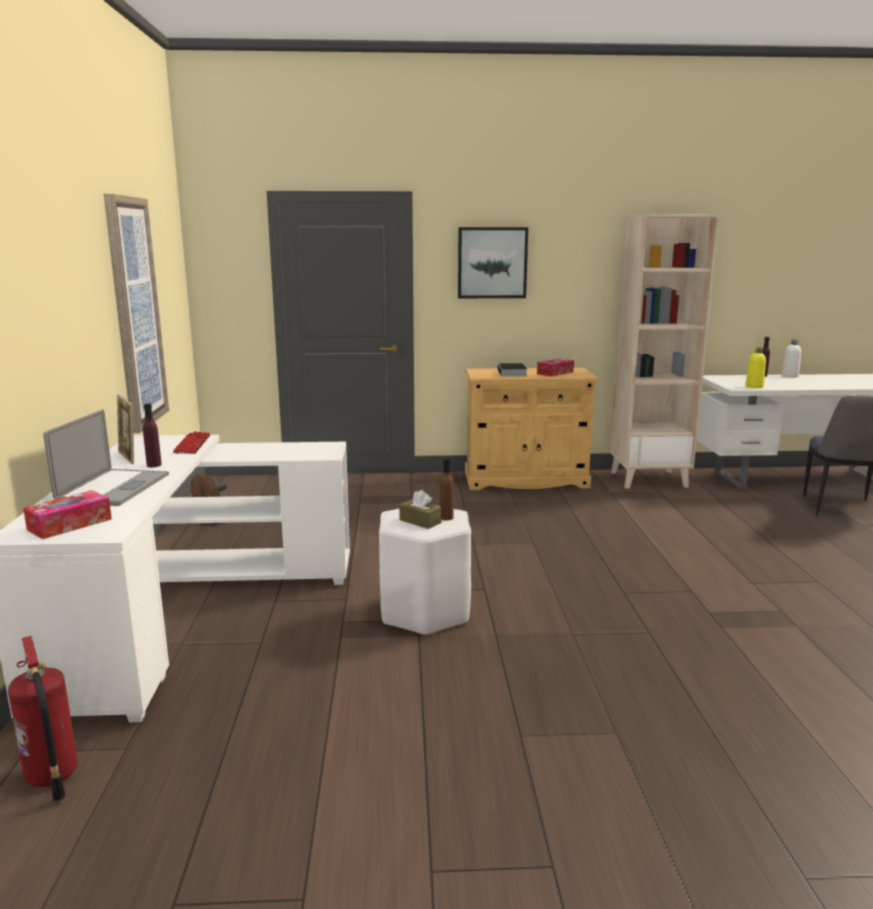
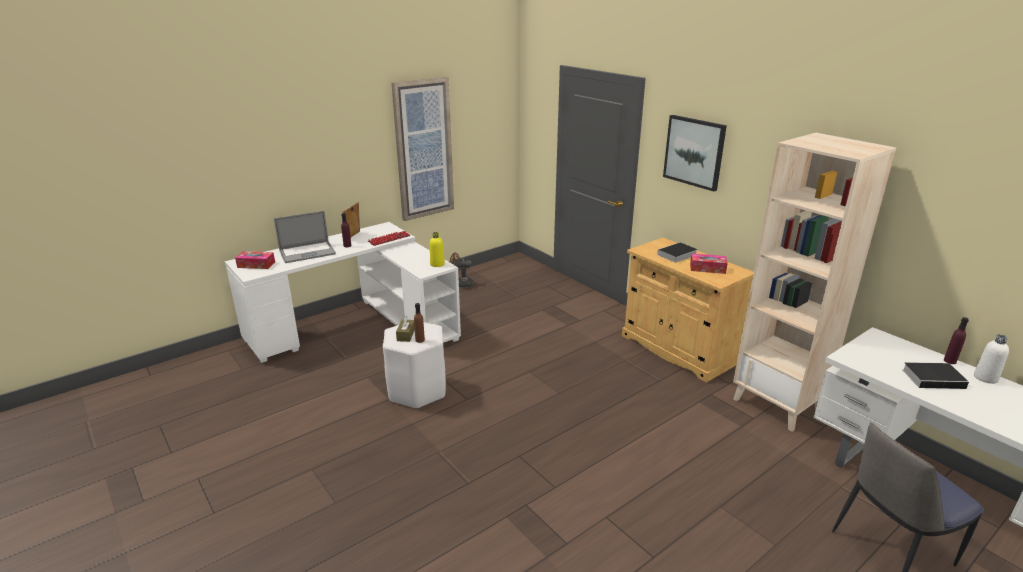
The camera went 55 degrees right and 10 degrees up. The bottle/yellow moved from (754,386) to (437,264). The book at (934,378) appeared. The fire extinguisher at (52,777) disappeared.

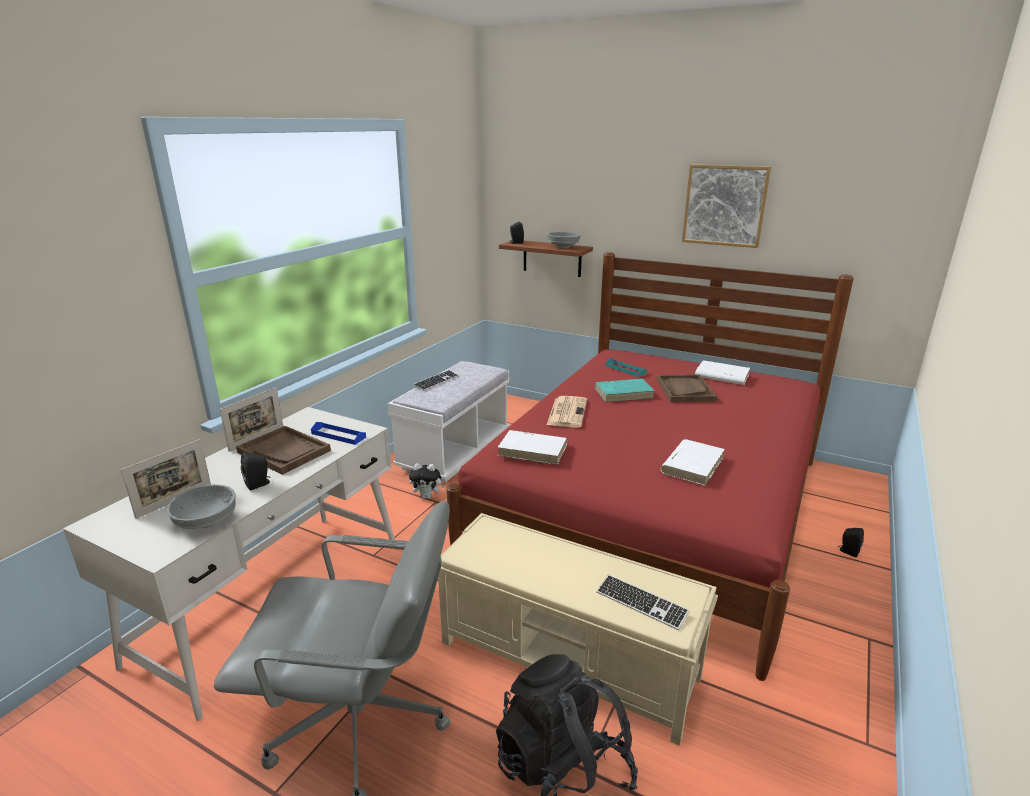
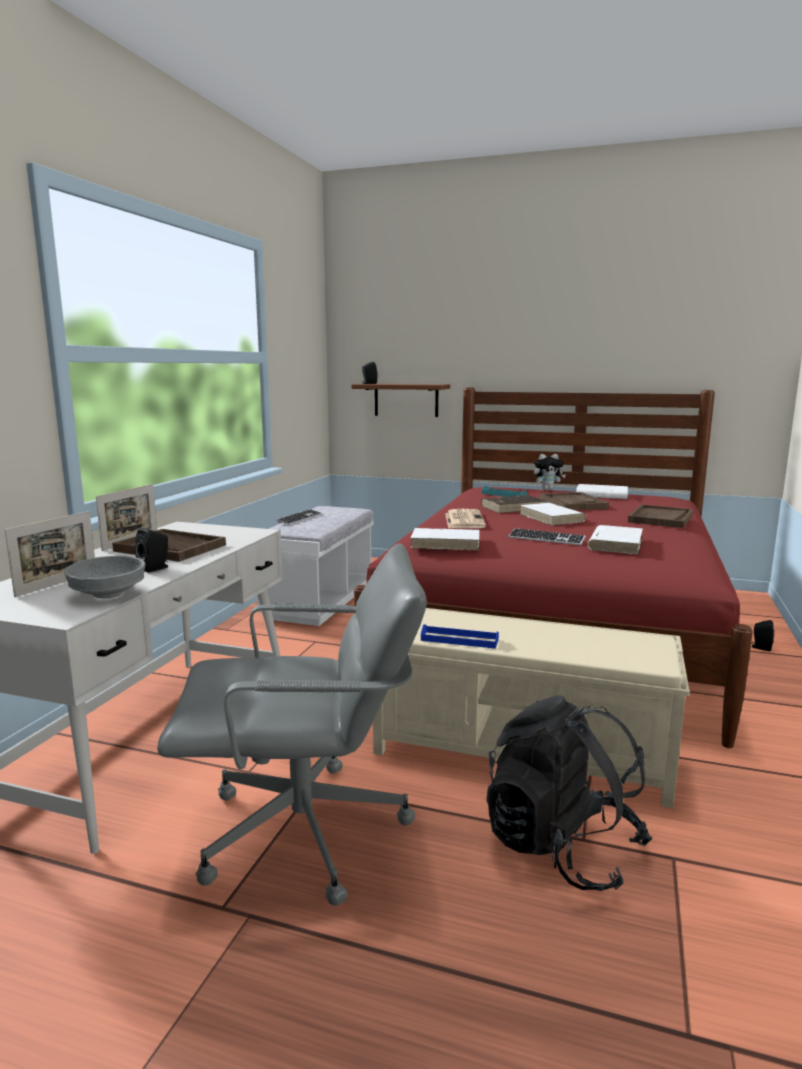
The camera went 10 degrees left and 10 degrees down. The tray/blue moved from (338,435) to (459,640). The book/turquoise at (624,393) became the book/brown at (513,507). The keyboard moved from (641,603) to (546,539). The book/white at (552,518) appeared. The plush toy moved from (427,497) to (547,489). The tray/brown at (660,518) appeared. The bowl/grey at (563,247) disappeared. The picture at (724,205) disappeared.

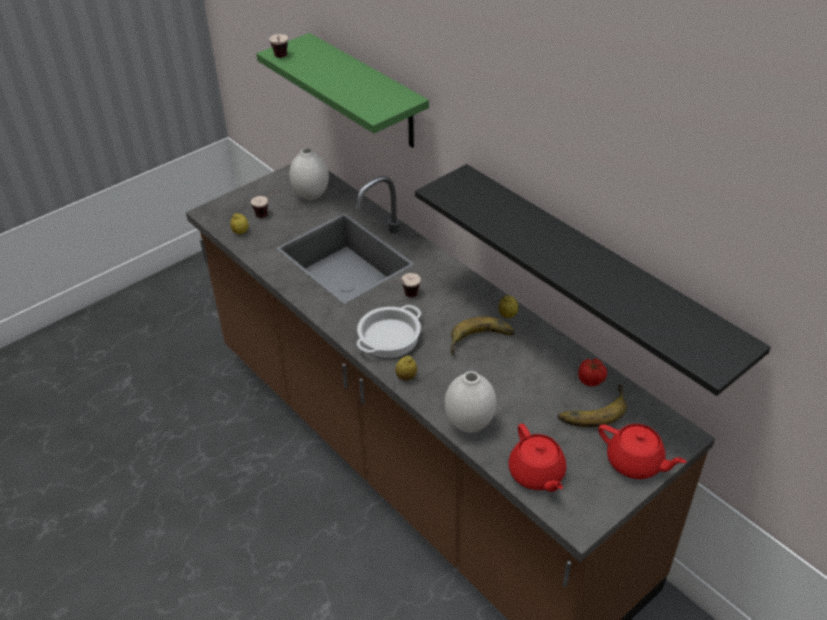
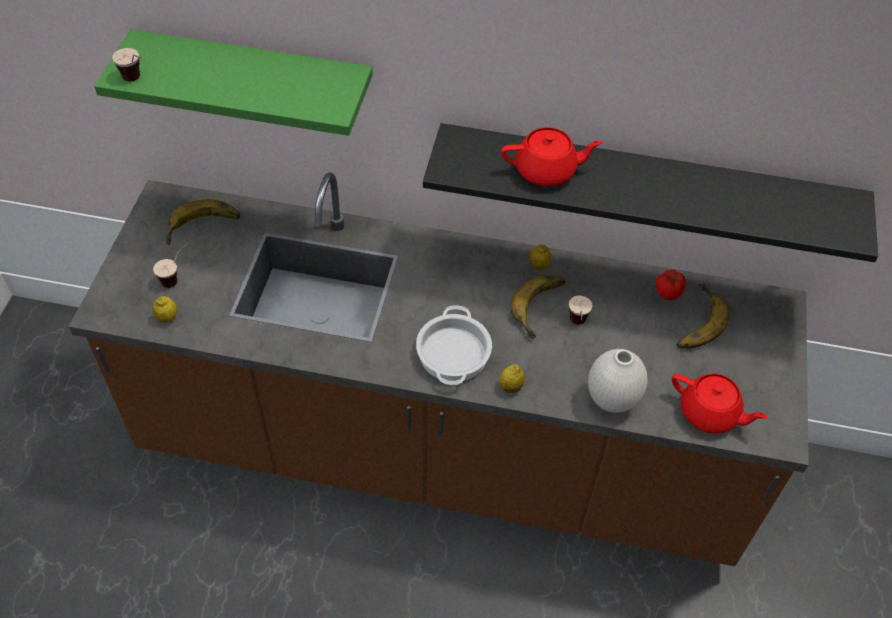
The camera went 40 degrees left and 10 degrees up. The vase/white at (311,195) was replaced by the banana at (203,228). The teapot/red moved from (635,463) to (546,171). The cup moved from (405,297) to (577,326).

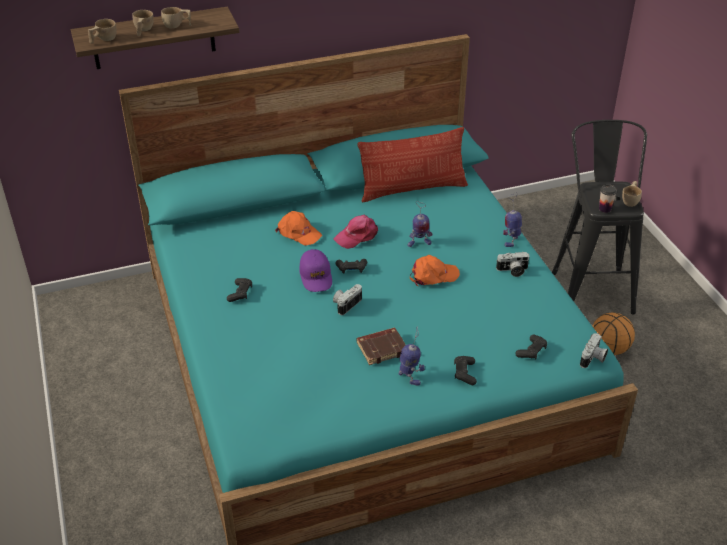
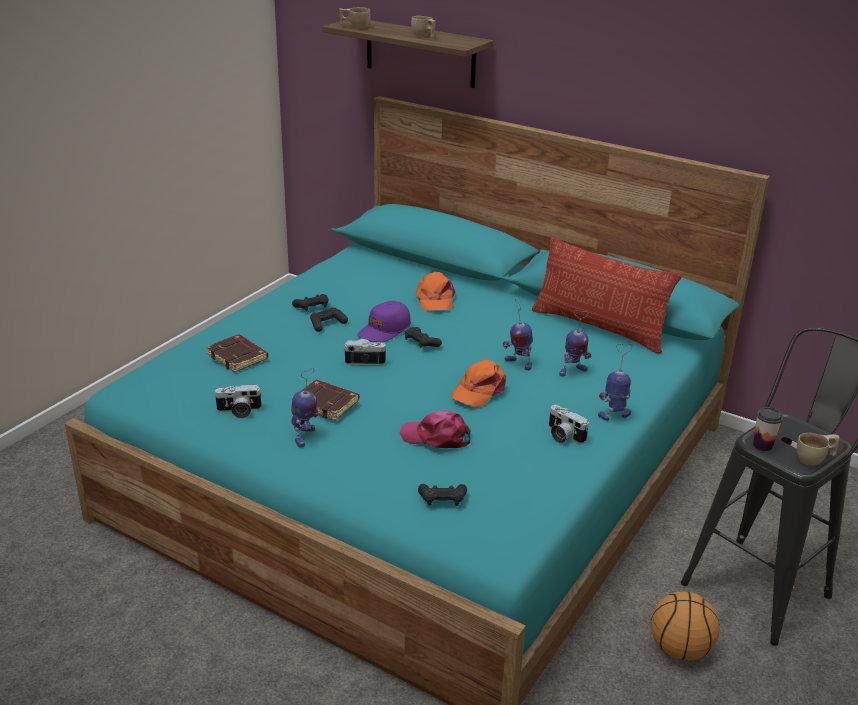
The camera went 50 degrees right and 10 degrees down. The book/brown at (238,357) appeared. The photo camera moved from (593,359) to (239,411). The game controller/black moved from (464,373) to (327,324). The cap/pink moved from (357,236) to (436,437). The cap/orange at (433,275) turned 90 degrees clockwise. The toy robot at (572,371) appeared. The cup/beige at (143,31) disappeared.

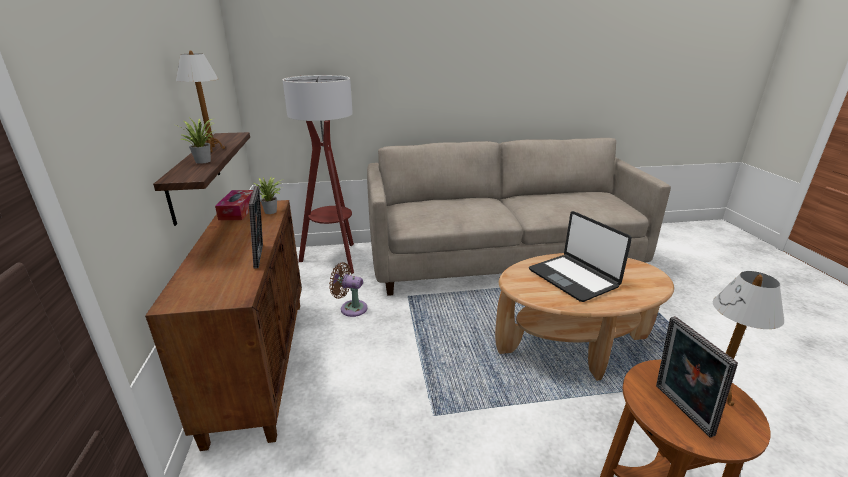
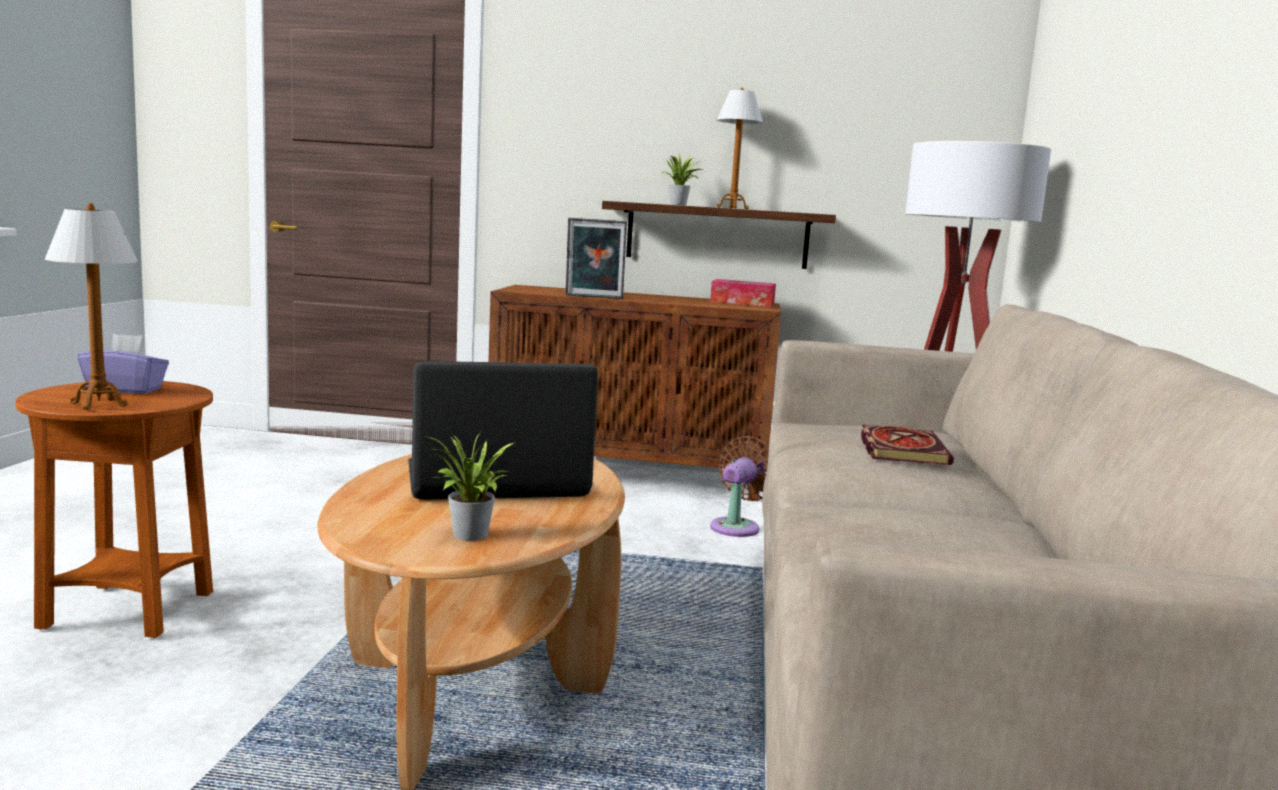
The camera went 105 degrees right and 15 degrees down. The picture frame at (679,410) was replaced by the tissue box/purple at (126,390). The potted plant moved from (272,211) to (468,536). The book at (900,449) appeared.

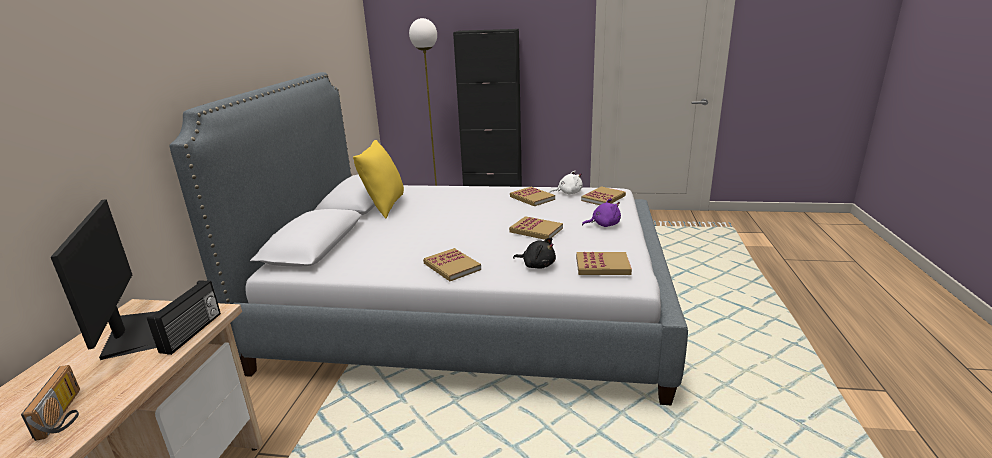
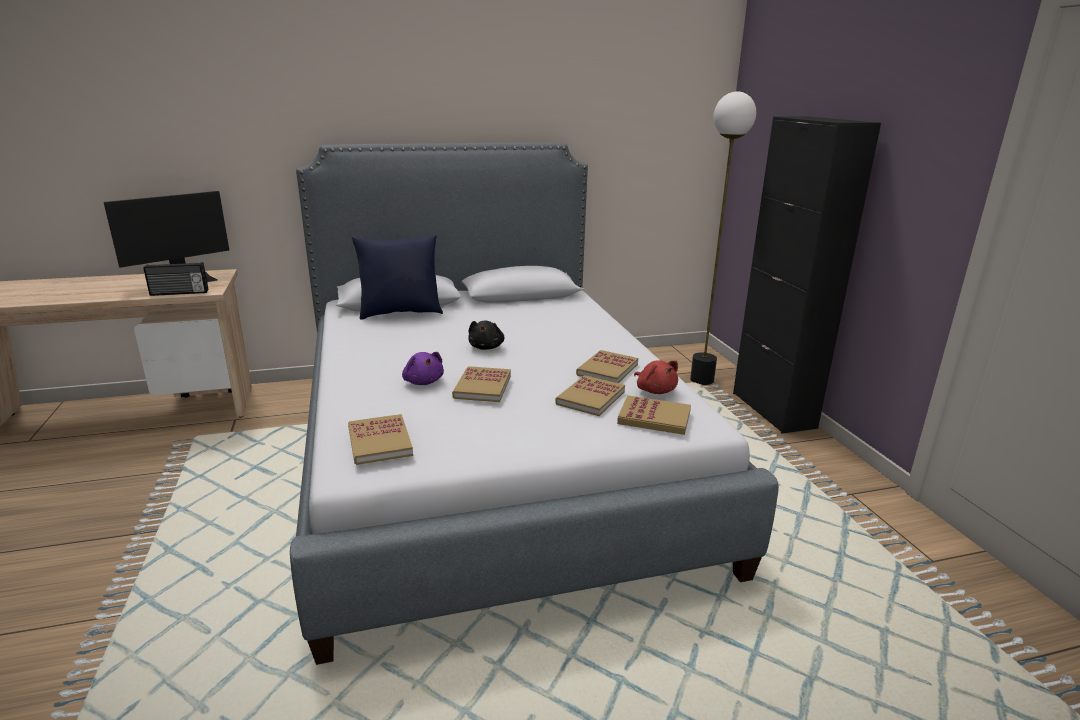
The camera went 65 degrees right and 0 degrees up. The pillow/blue at (400,313) appeared. The plush toy/purple moved from (603,225) to (423,381). The plush toy/black moved from (537,265) to (486,347). The book moved from (452,267) to (590,398). The plush toy/white at (568,193) became the plush toy/red at (655,390). The radio at (66,414) disappeared. The pillow/yellow at (384,207) disappeared.

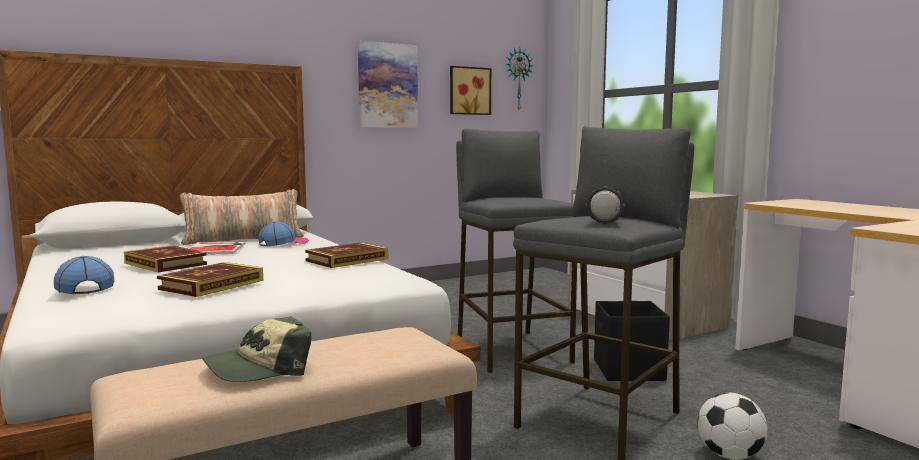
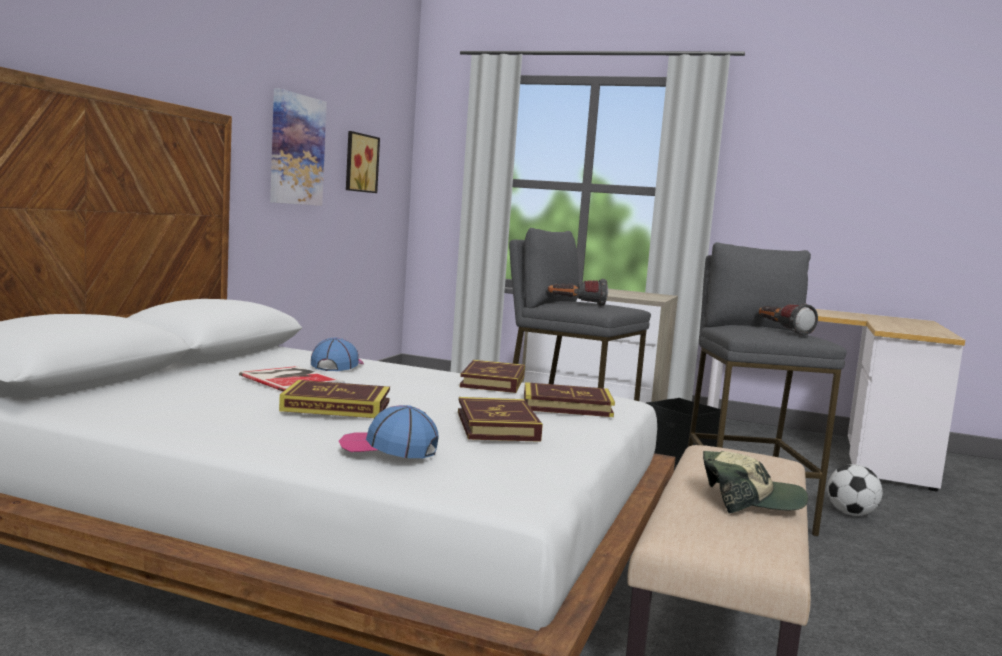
The camera went 40 degrees left and 0 degrees up. The book at (567,406) appeared. The flashlight at (576,304) appeared. The cap at (259,368) turned 105 degrees counterclockwise. The pillow at (243,239) disappeared. The wall clock at (517,79) disappeared.

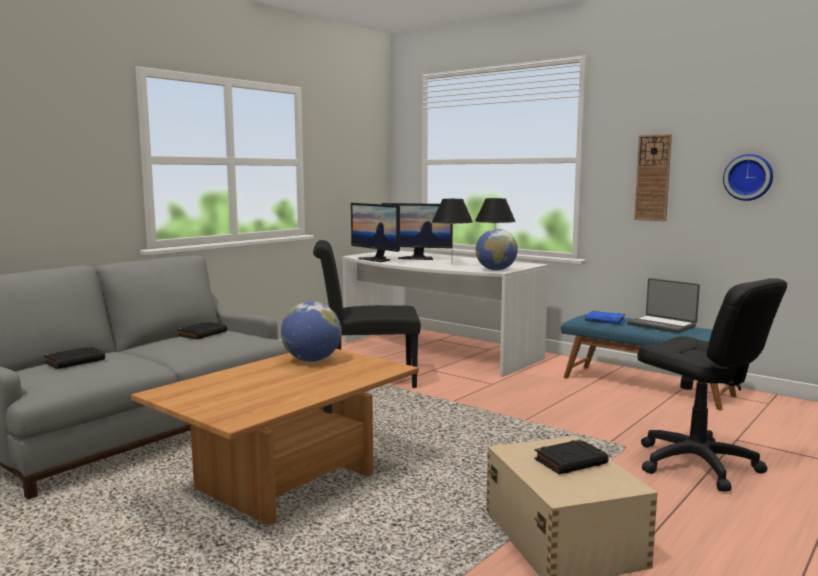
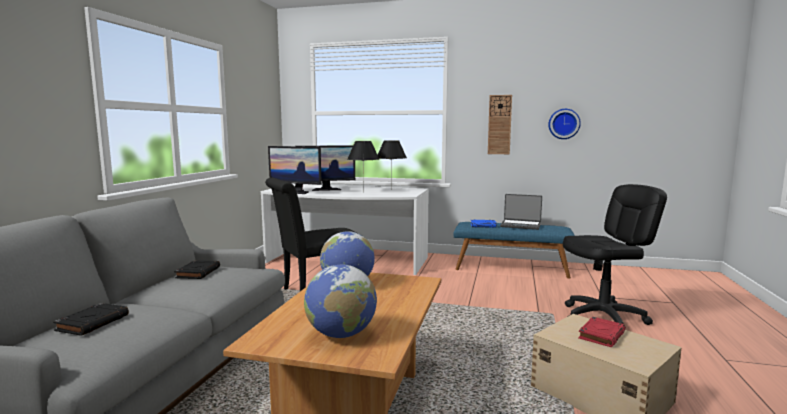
The camera went 25 degrees left and 0 degrees up. The globe moved from (496,270) to (341,334). The office chair/black at (696,464) turned 45 degrees counterclockwise. The book/black at (571,461) became the book/red at (601,335).

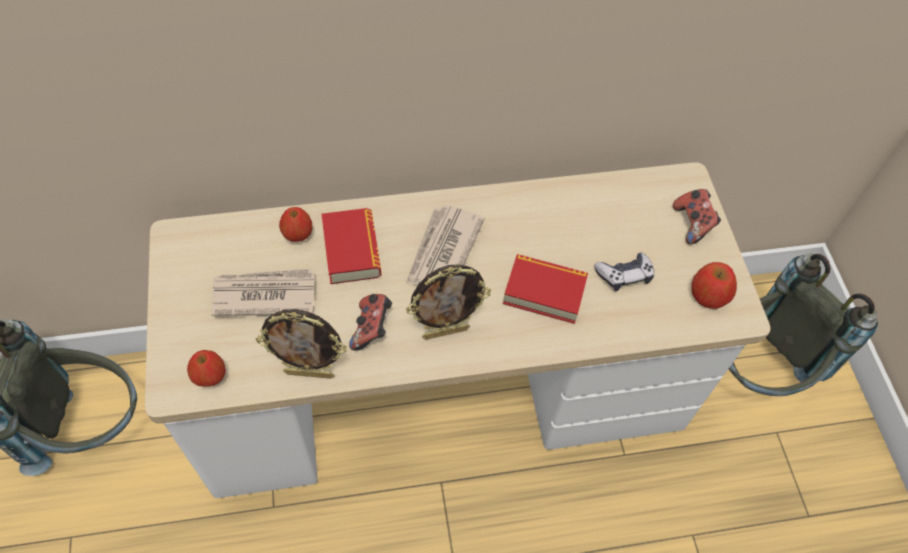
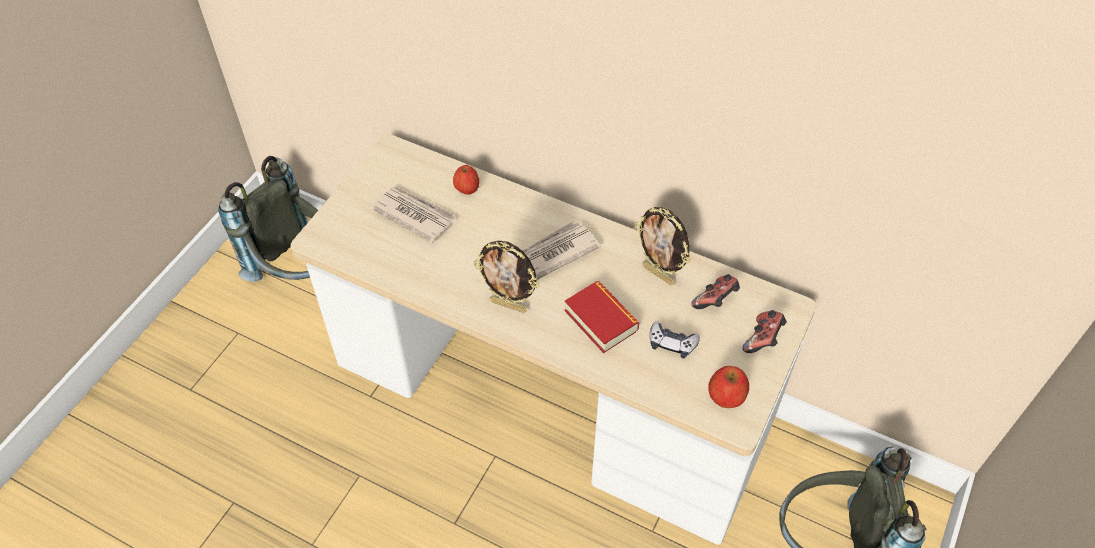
The camera went 40 degrees right and 5 degrees down. The picture frame moved from (310,373) to (659,274). The game controller moved from (372,328) to (715,301). The apple at (210,377) disappeared. The book at (351,250) disappeared.

